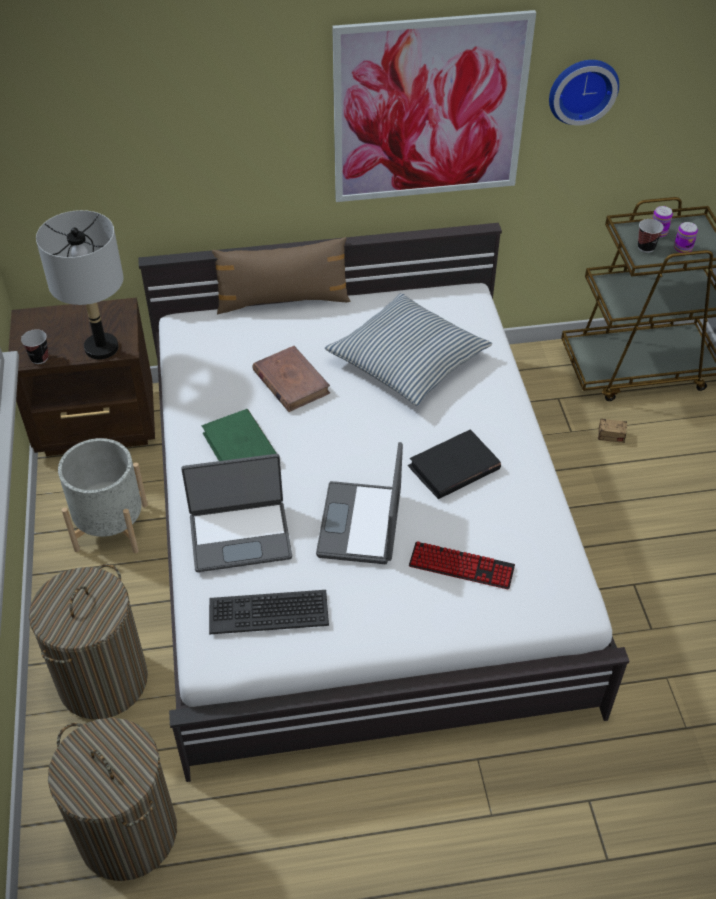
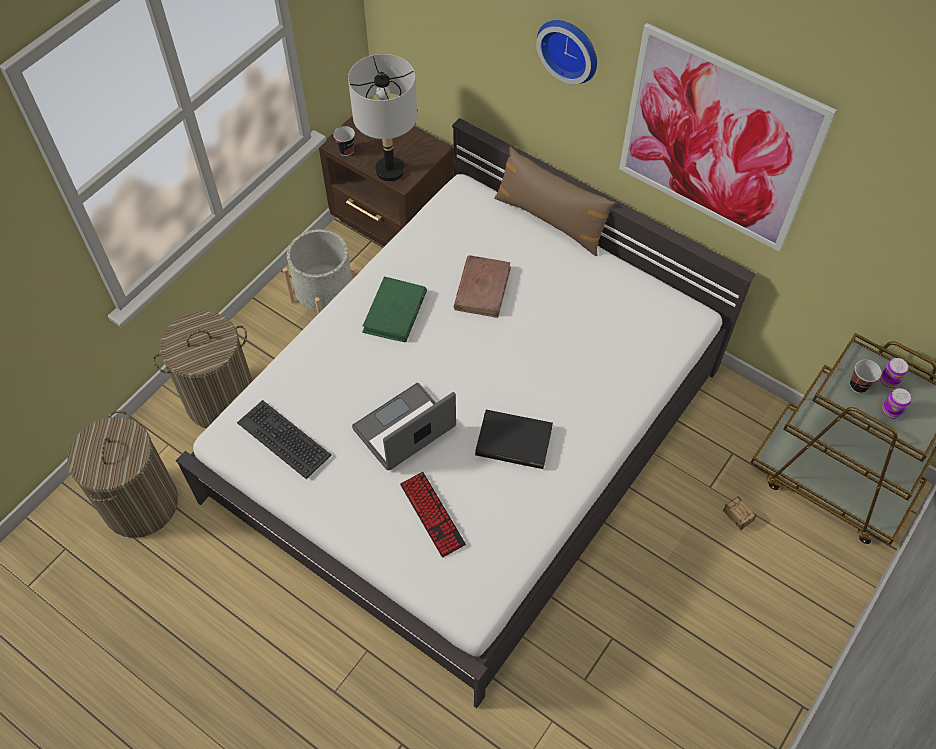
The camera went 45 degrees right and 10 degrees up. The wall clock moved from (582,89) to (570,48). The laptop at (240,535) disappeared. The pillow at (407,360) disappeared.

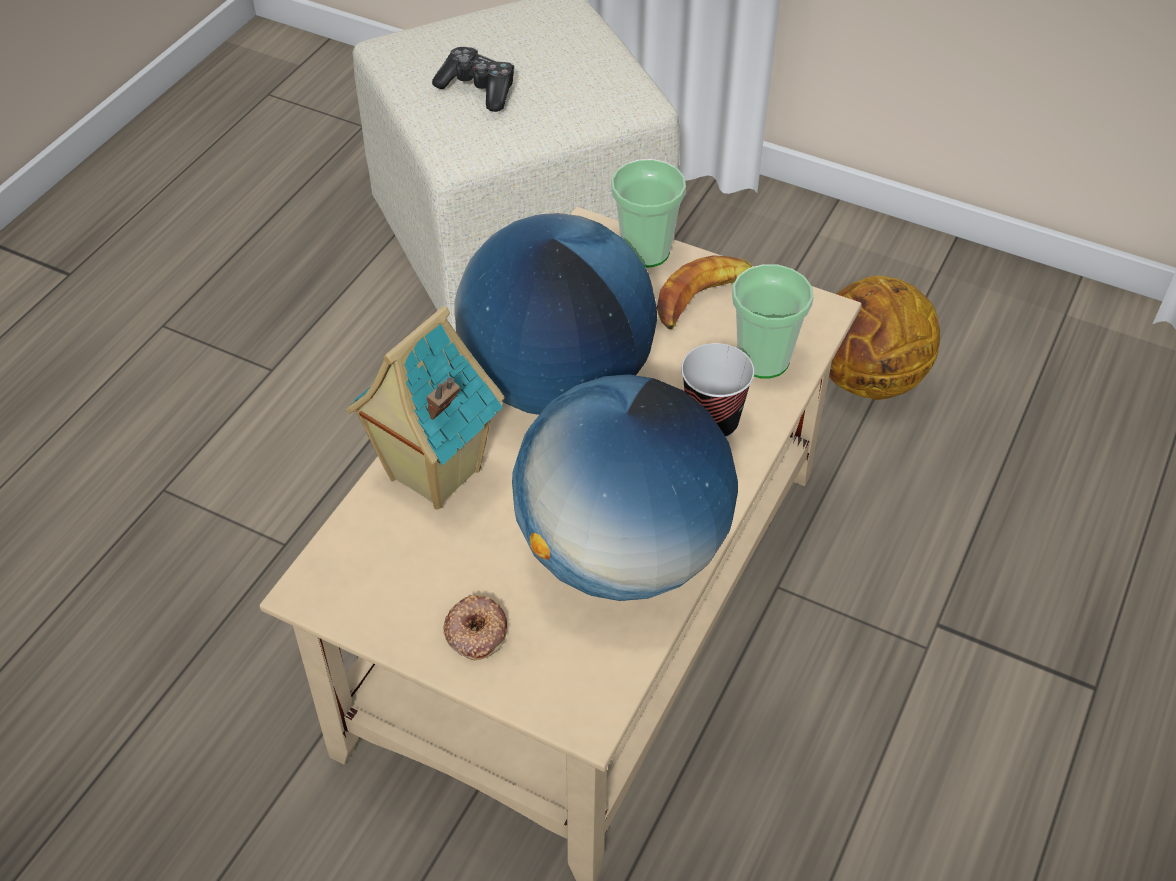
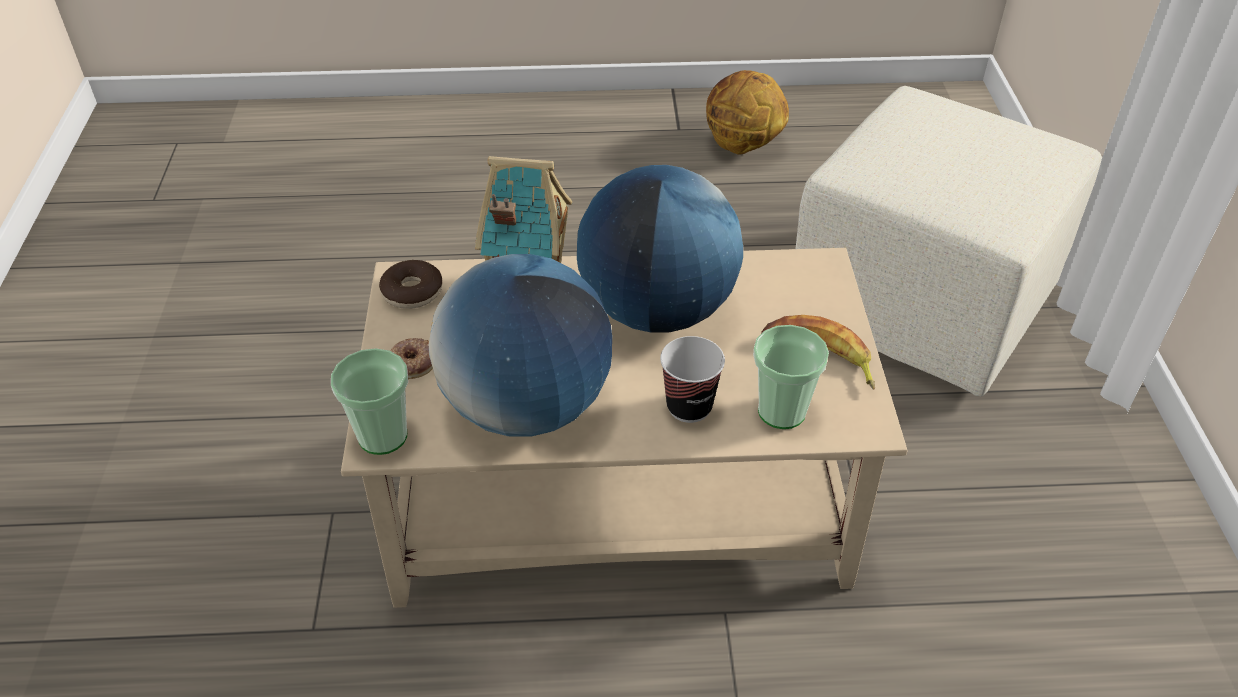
The camera went 60 degrees right and 5 degrees down. The cup moved from (645,251) to (383,436). The donut at (412,292) appeared. The basketball moved from (867,379) to (742,146). The game controller at (478,89) disappeared.

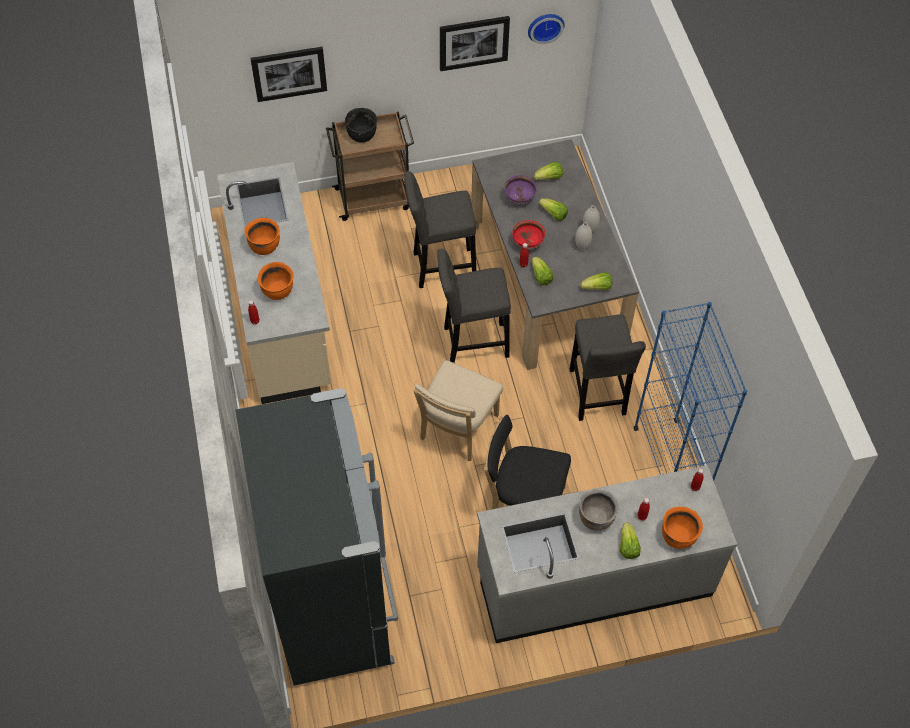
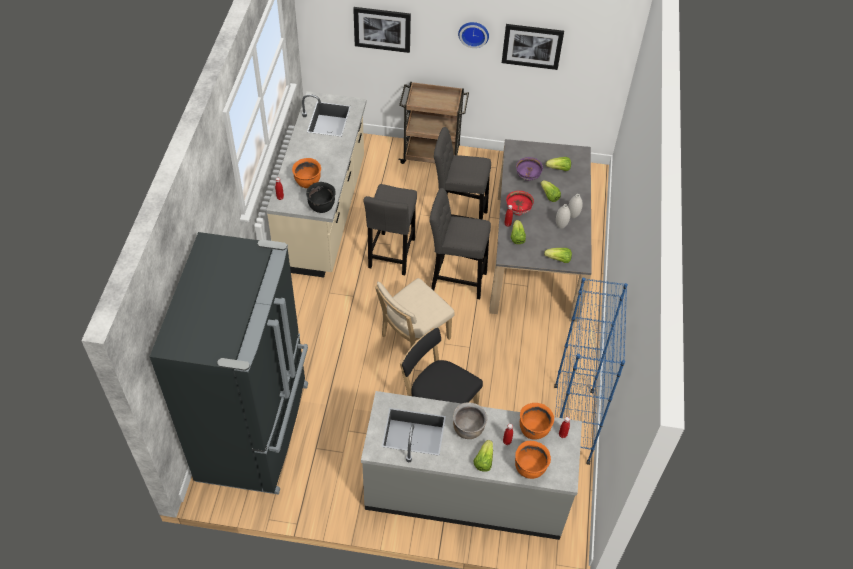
The camera went 20 degrees right and 5 degrees down. The cooking pot/black moved from (362,136) to (322,207). The stool/grey moved from (597,395) to (391,256). The wall clock moved from (545,26) to (474,33). The cooking pot/orange moved from (264,246) to (533,429).

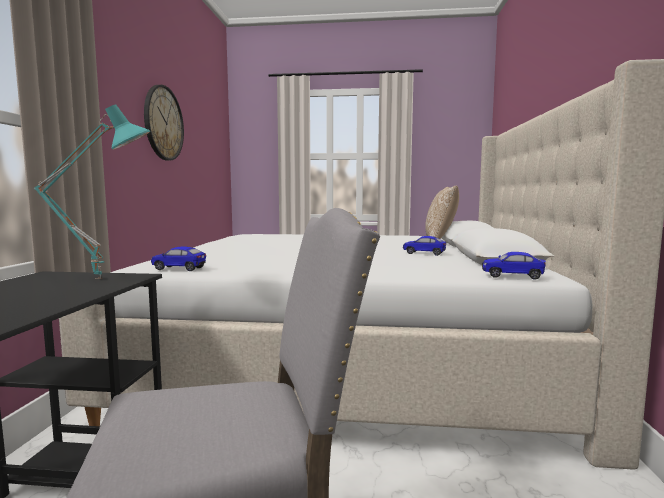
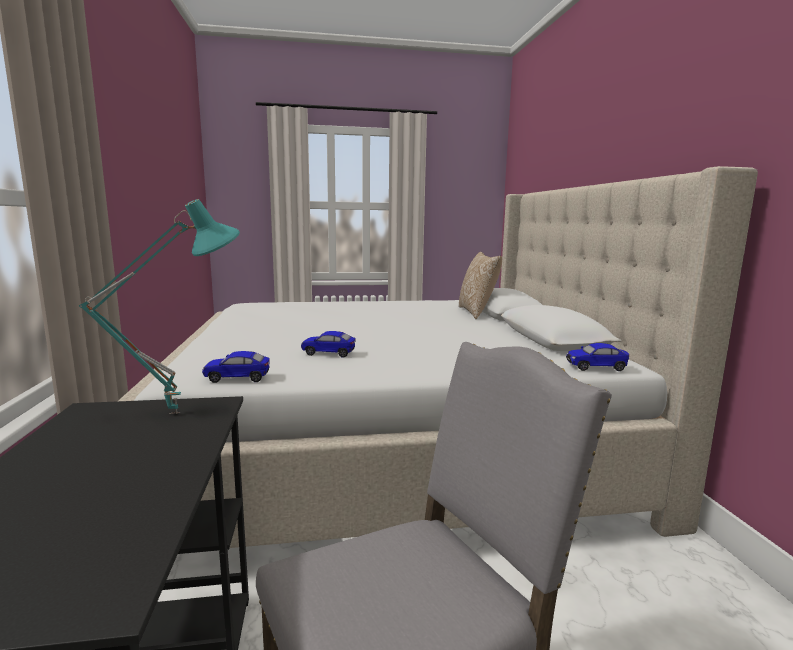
The camera went 15 degrees left and 5 degrees up. The toy car moved from (424,253) to (328,353). The wall clock at (163,123) disappeared.

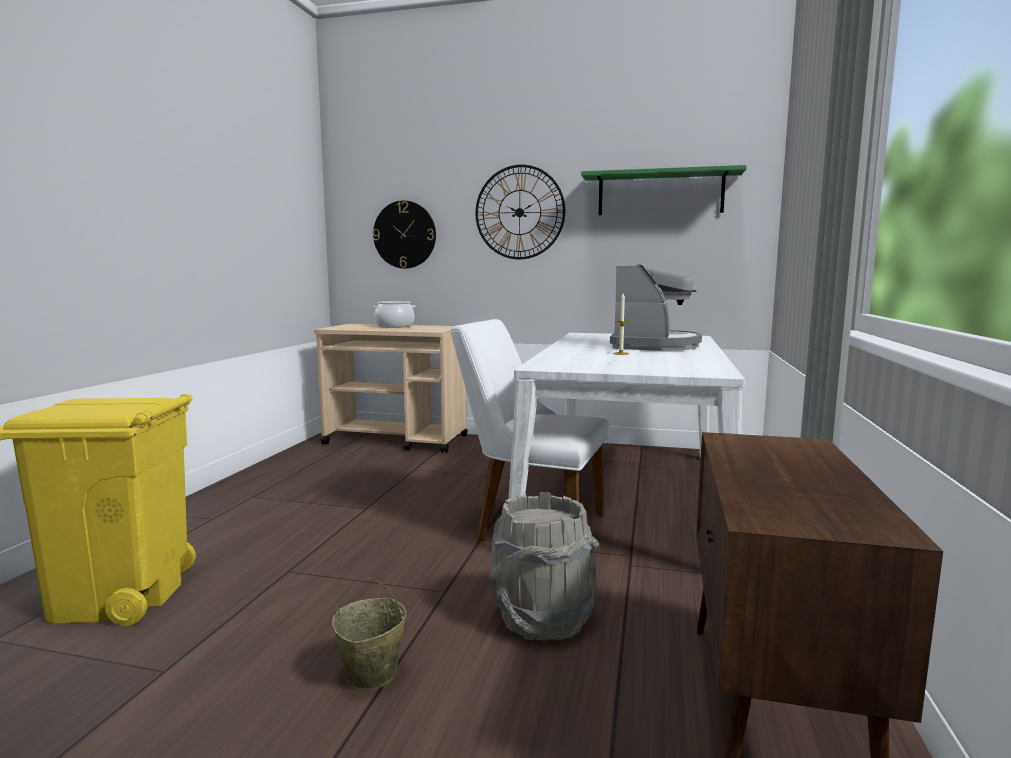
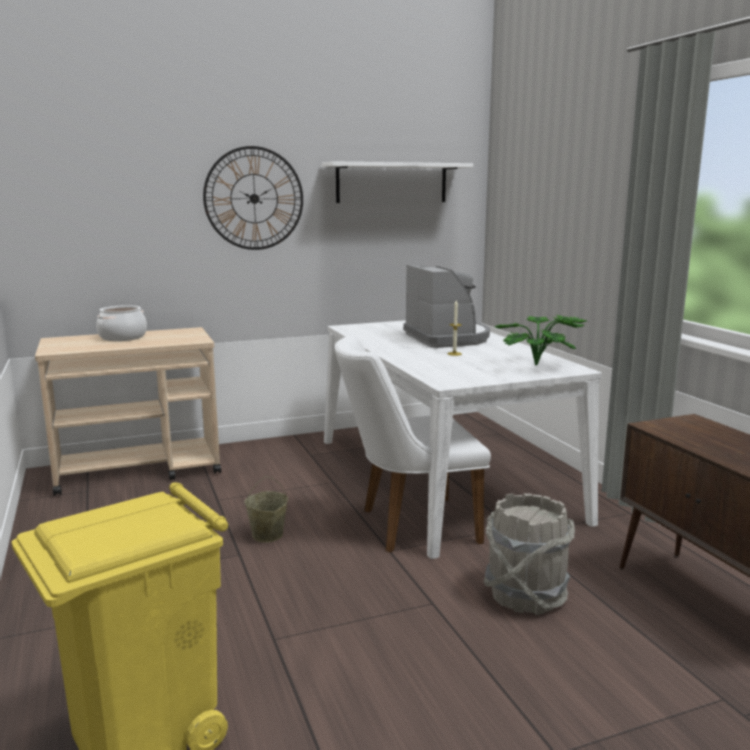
The camera went 35 degrees left and 5 degrees up. The bucket/beige moved from (370,674) to (267,535). The shelf/green at (660,194) became the shelf/white at (392,183). The potted plant at (540,366) appeared. The wall clock at (404,235) disappeared.

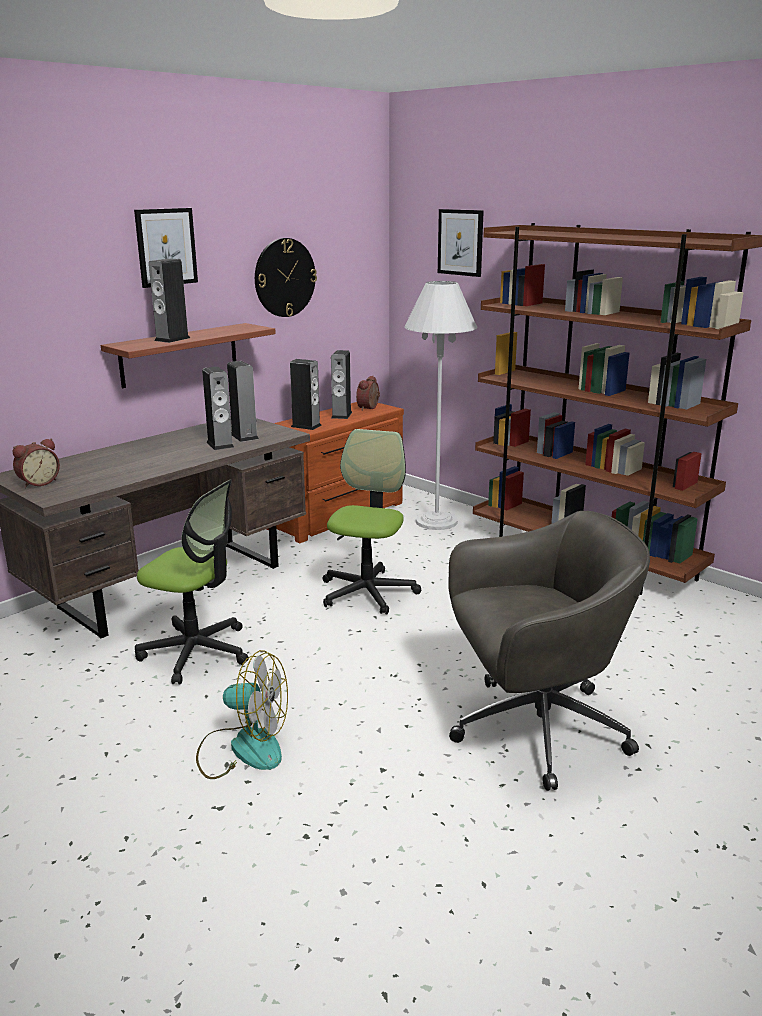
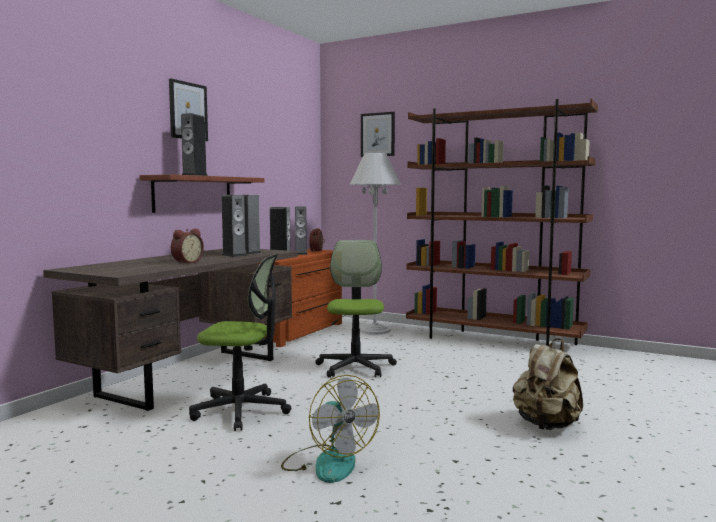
The camera went 15 degrees left and 15 degrees down. The alarm clock moved from (38,483) to (186,262). The fan at (243,748) turned 60 degrees clockwise. The office chair/grey at (534,730) was replaced by the backpack/beige at (547,425). The wall clock at (284,277) disappeared.

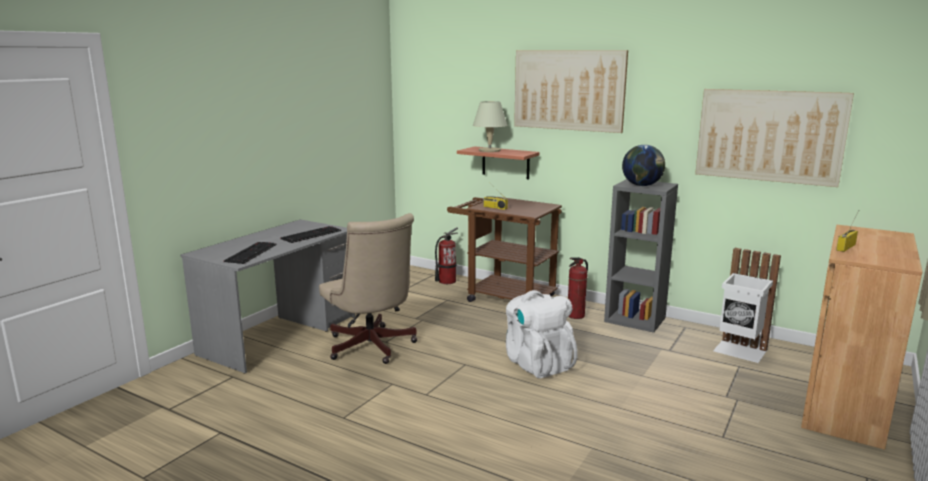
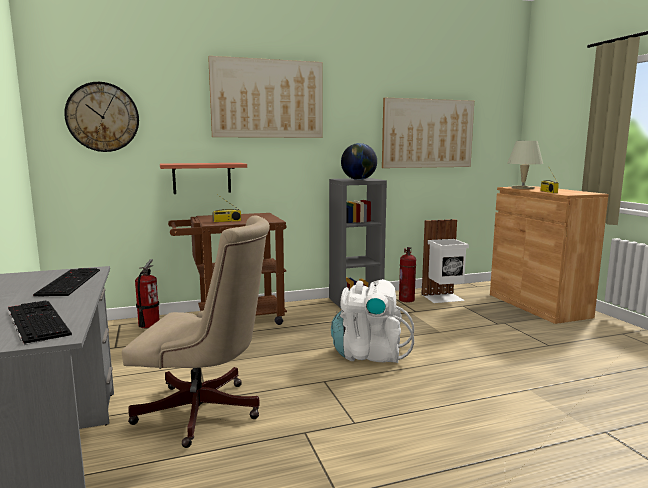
The camera went 50 degrees left and 5 degrees down. The wall clock at (102,117) appeared. The fire extinguisher moved from (576,316) to (407,300). The table lamp/beige moved from (489,150) to (523,188).

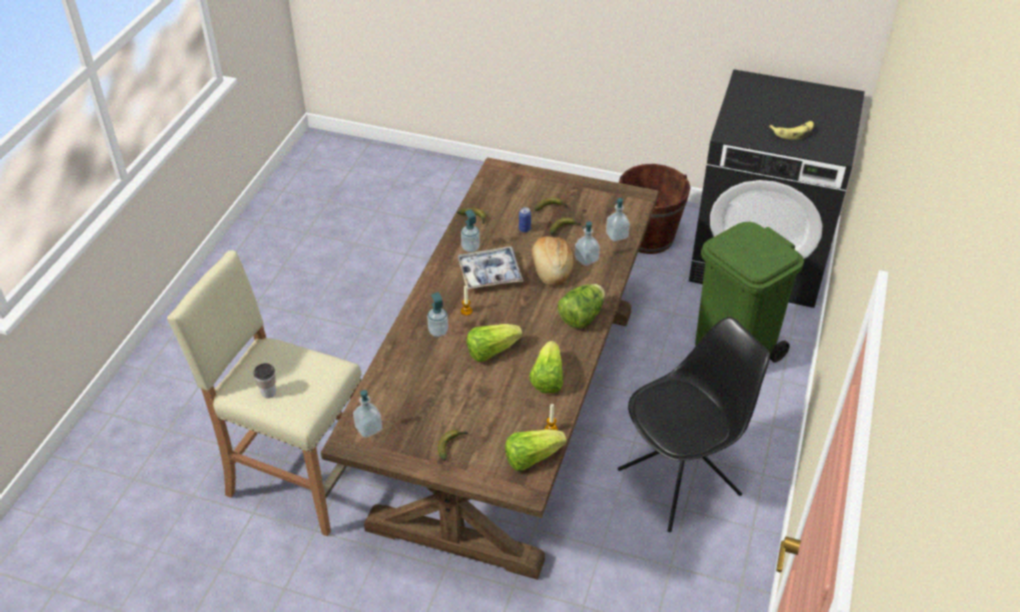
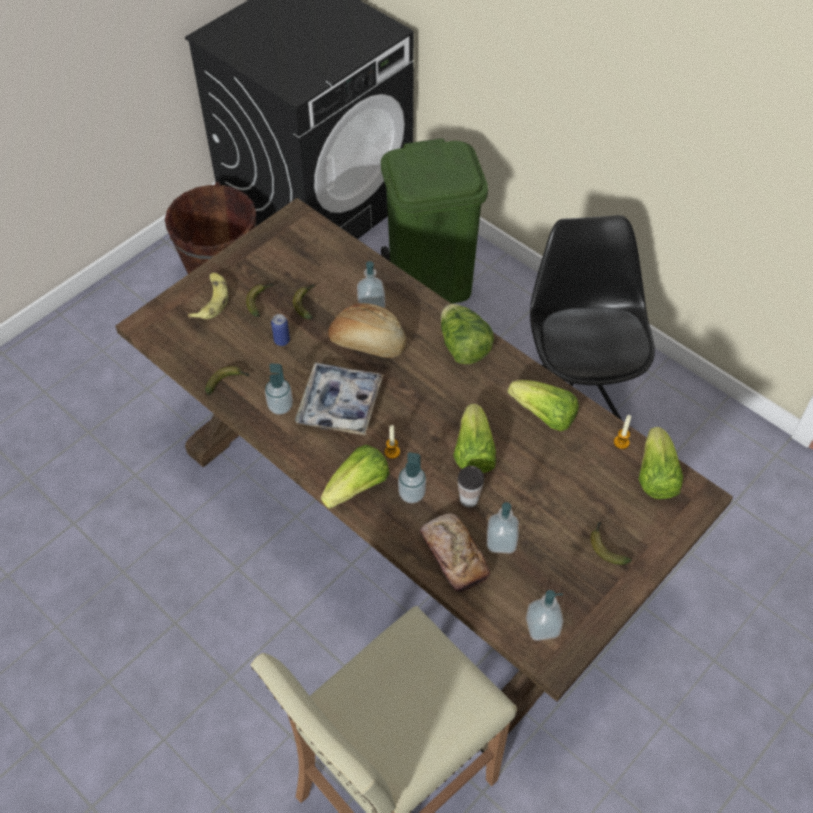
The camera went 65 degrees left and 10 degrees up. The banana moved from (793,132) to (211,300). The lettuce at (358,487) appeared. The bread at (454,556) appeared. The cup moved from (268,392) to (469,499). The soap dispenser moved from (617,235) to (501,541).

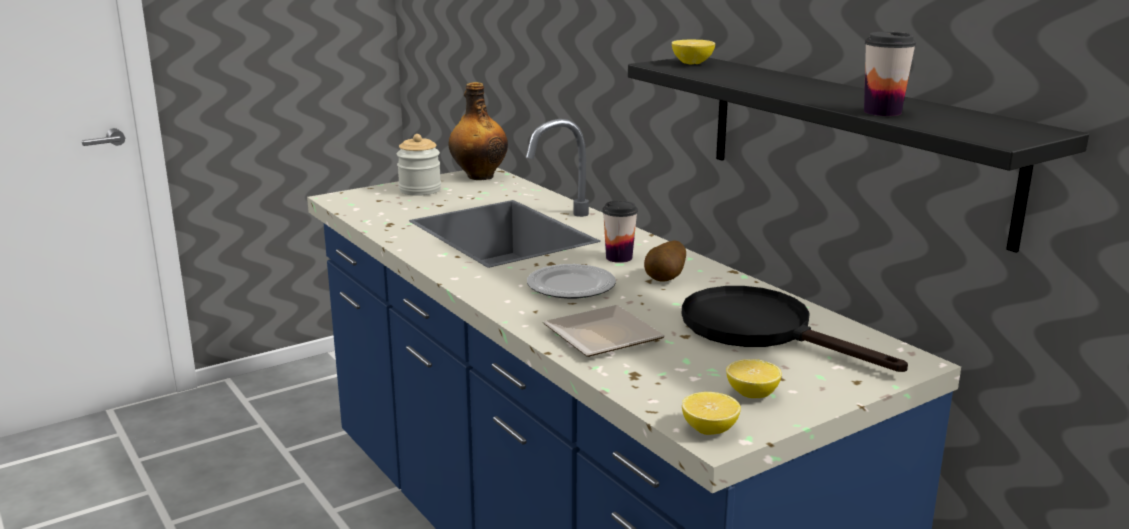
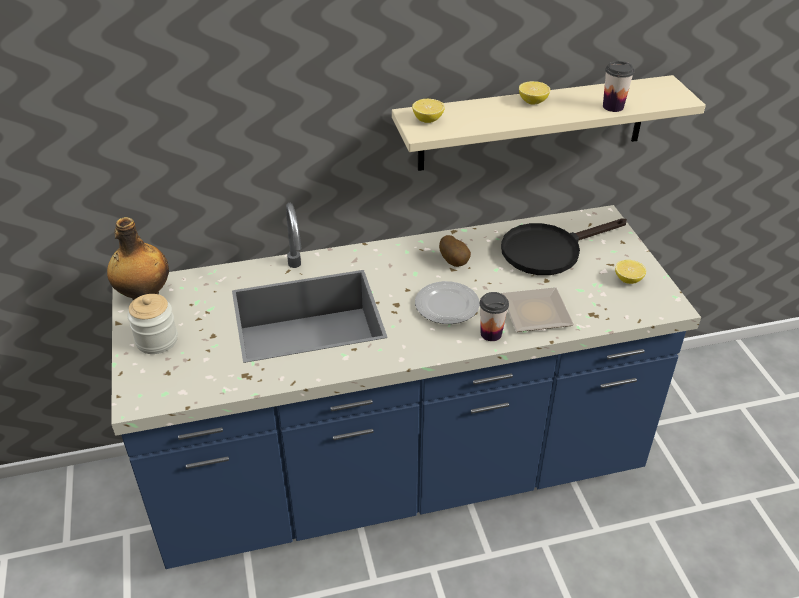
The camera went 70 degrees left and 20 degrees up. The shelf/black at (852,143) became the shelf/beige at (533,123). The cup moved from (619,258) to (491,334). The lemon moved from (709,430) to (533,102).

